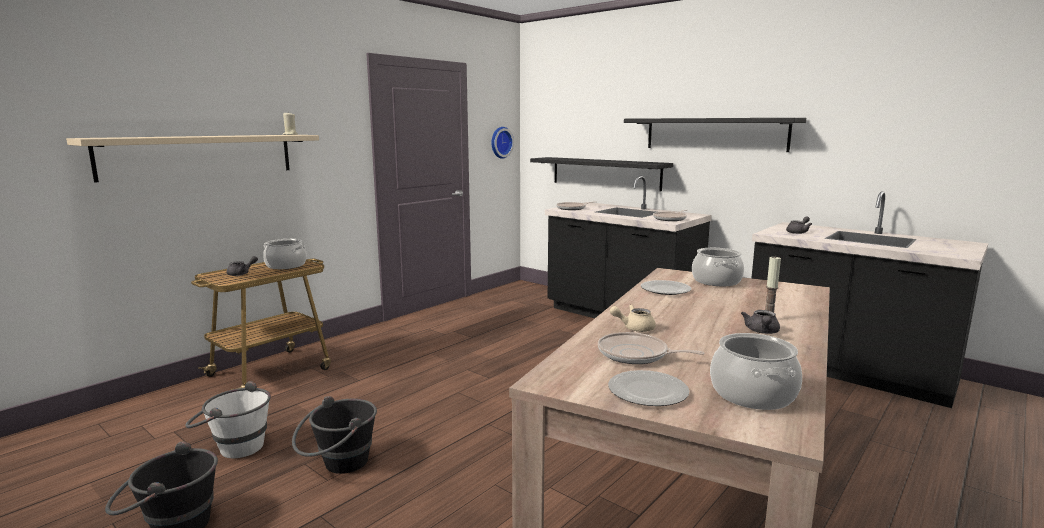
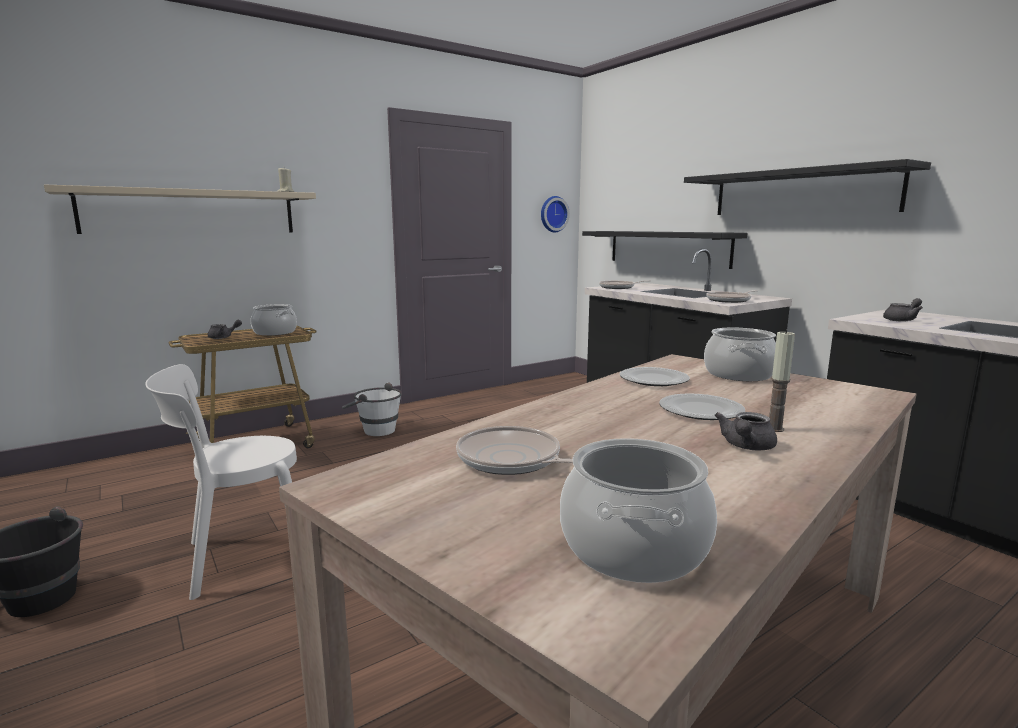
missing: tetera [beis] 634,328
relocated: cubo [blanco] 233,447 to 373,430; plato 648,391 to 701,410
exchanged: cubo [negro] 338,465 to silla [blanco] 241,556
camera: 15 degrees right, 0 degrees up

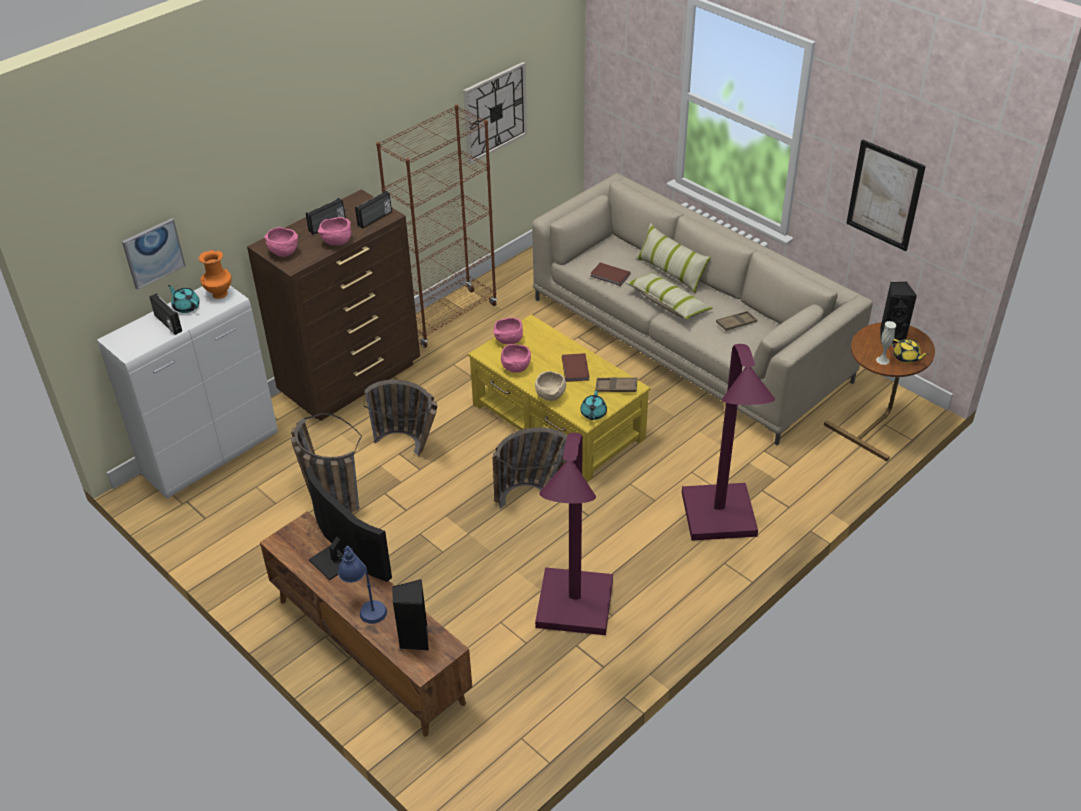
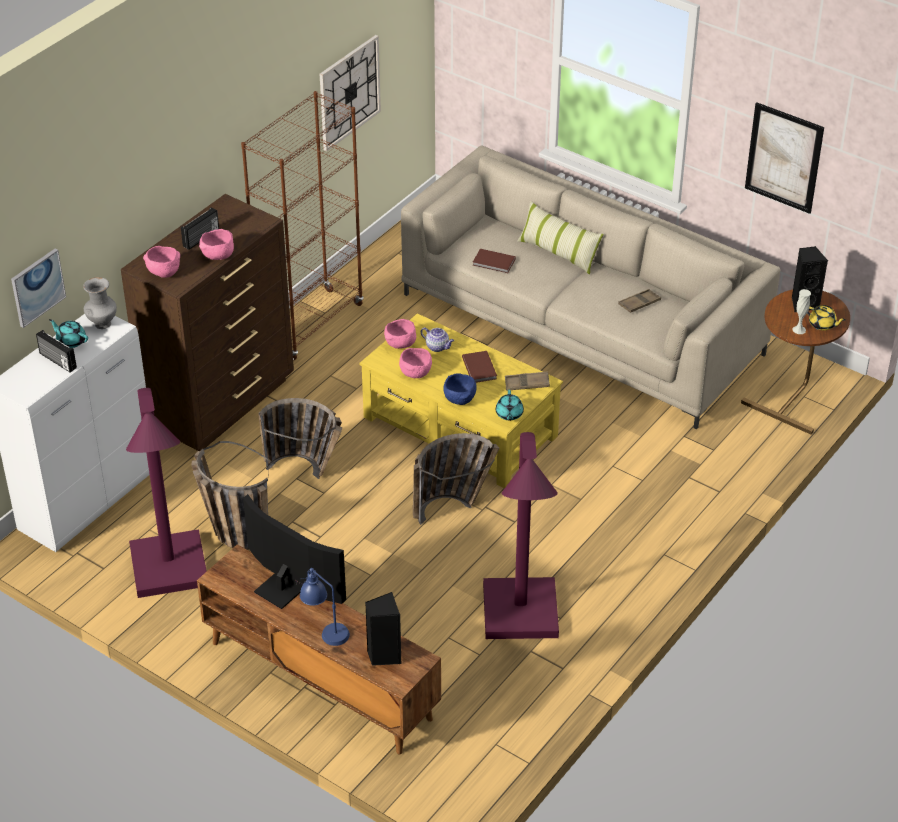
missing: radio 375,219; cojín 668,303
appeared: tetera 438,347
relocated: lámpara de pie [morado] 721,524 to 171,577
colour: florero [naranja] 219,294 to florero [gris] 102,324; cuenco [beis] 551,396 to cuenco [azul] 460,400
camera: 10 degrees left, 0 degrees up

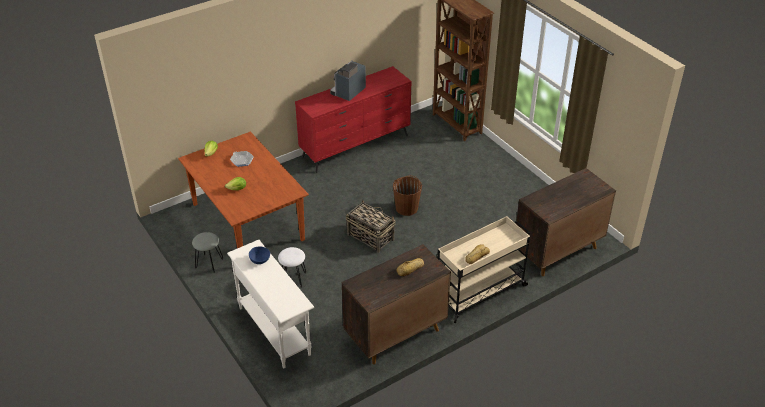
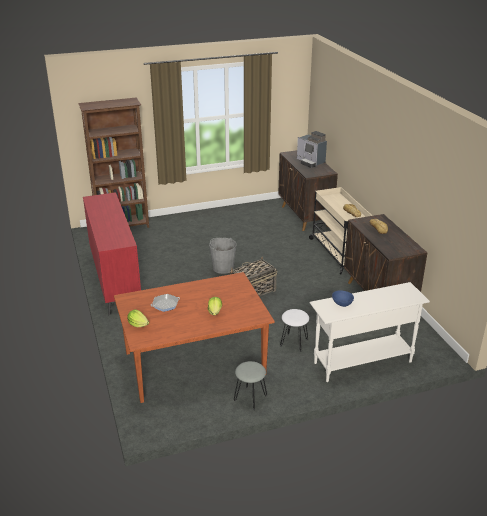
relocated: cafetera 348,92 to 310,162
colour: cubo [marrón] 407,208 to cubo [gris] 223,268
camera: 75 degrees left, 10 degrees down

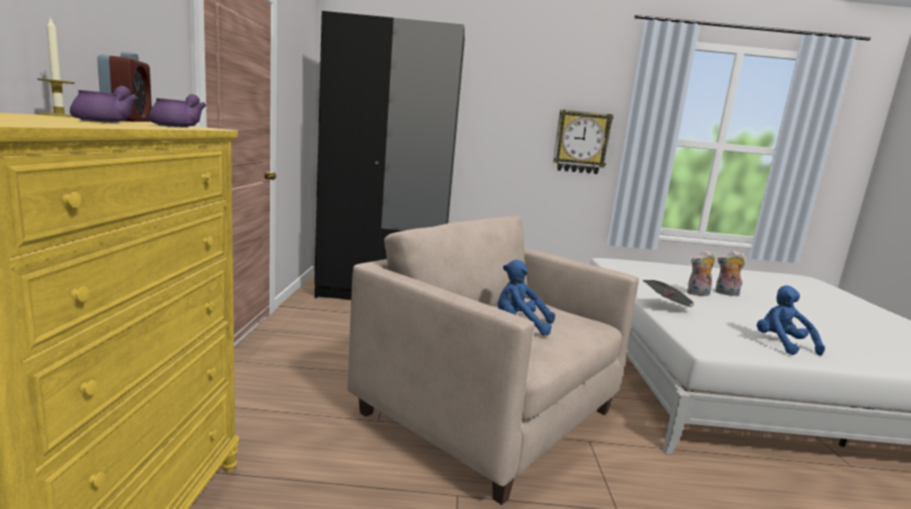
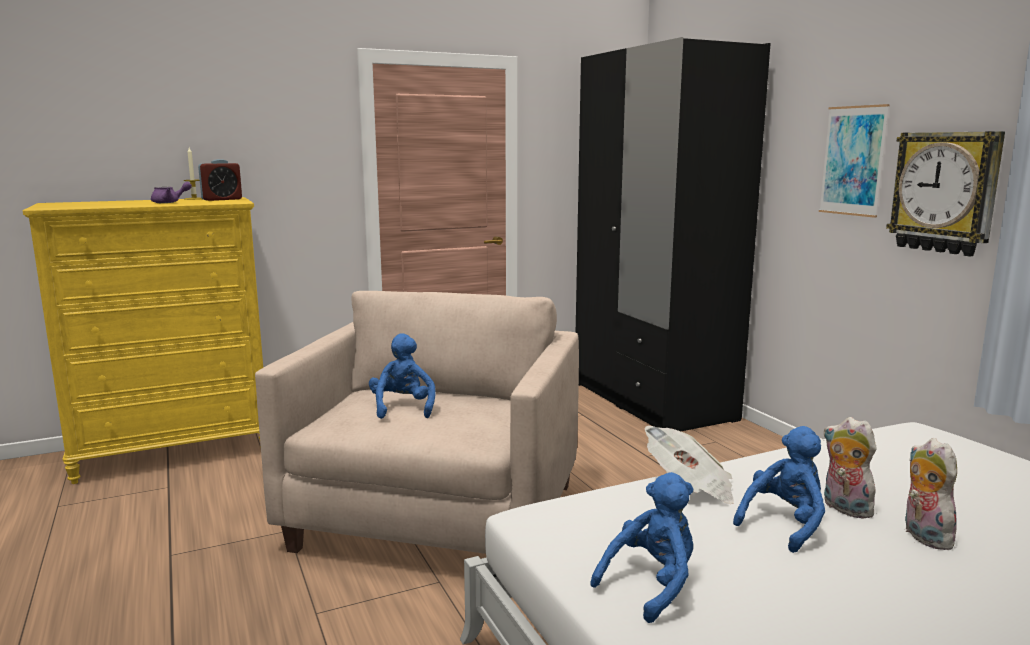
missing: tetera [morado] 179,126
appeared: peluche [azul] 784,524; cuadro 853,161
camera: 65 degrees right, 0 degrees up

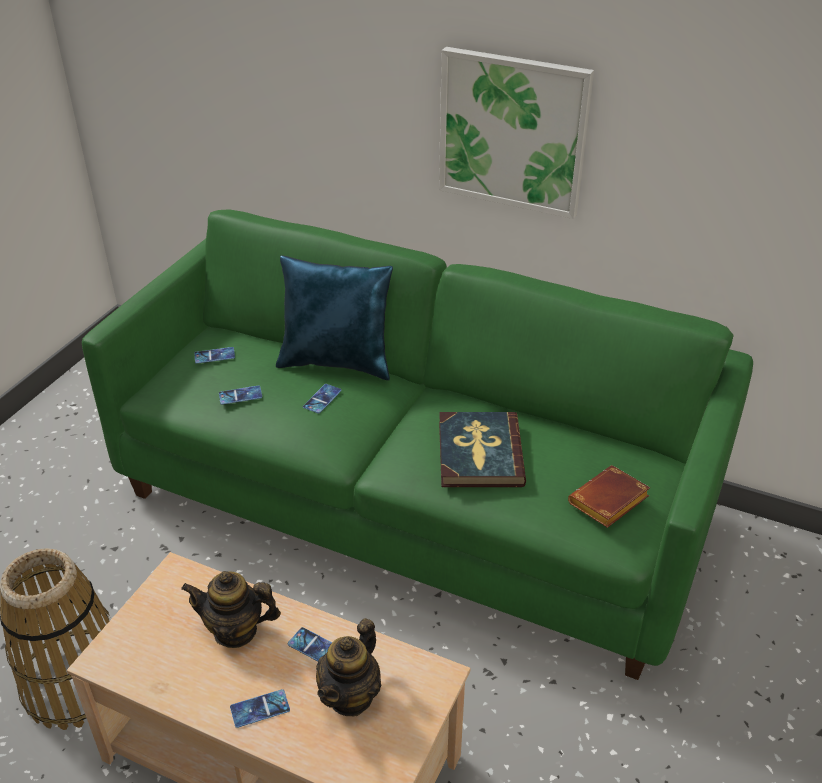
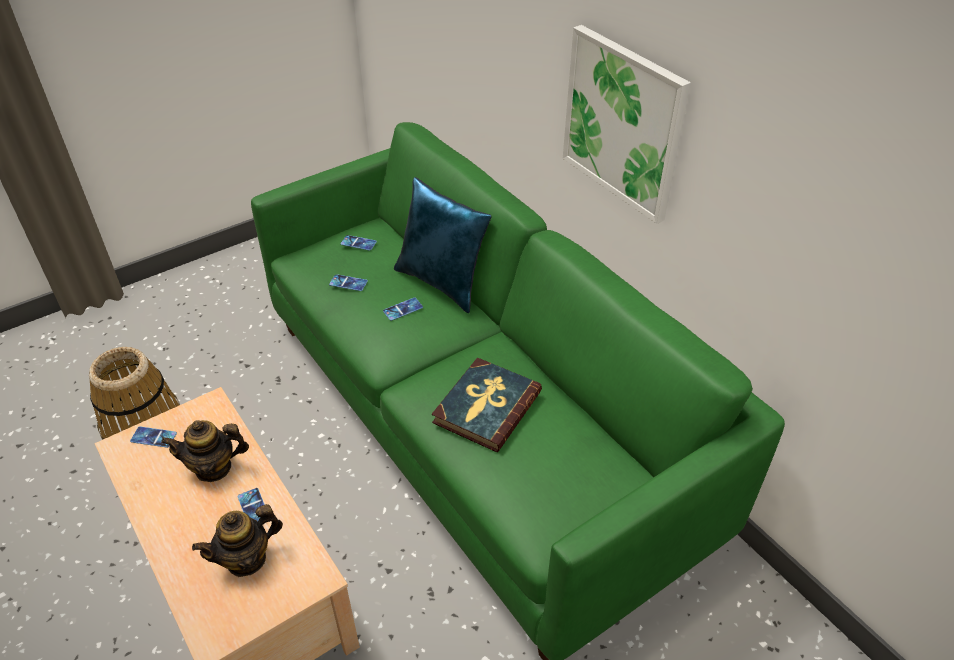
missing: libro [marrón] 608,503
relocated: móvil 260,708 to 153,437
spun: tetera 235,630 = 213,468 45 degrees counterclockwise
camera: 30 degrees right, 5 degrees up

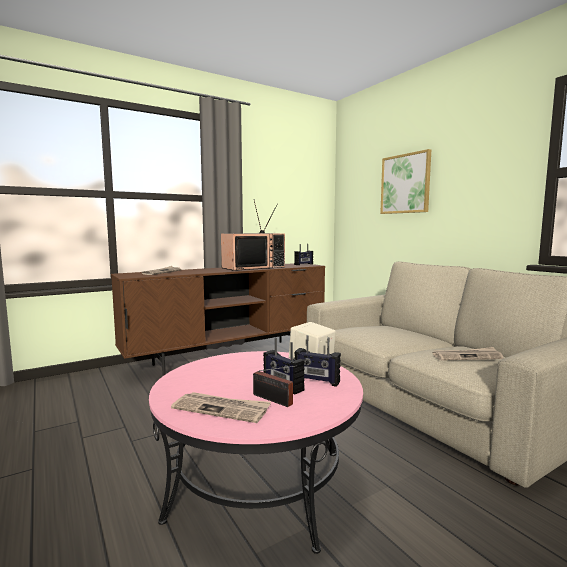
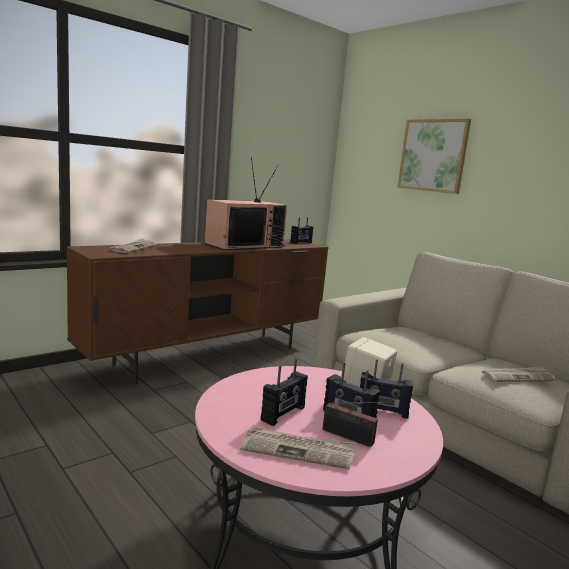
appeared: radio 283,414
camera: 10 degrees left, 5 degrees up

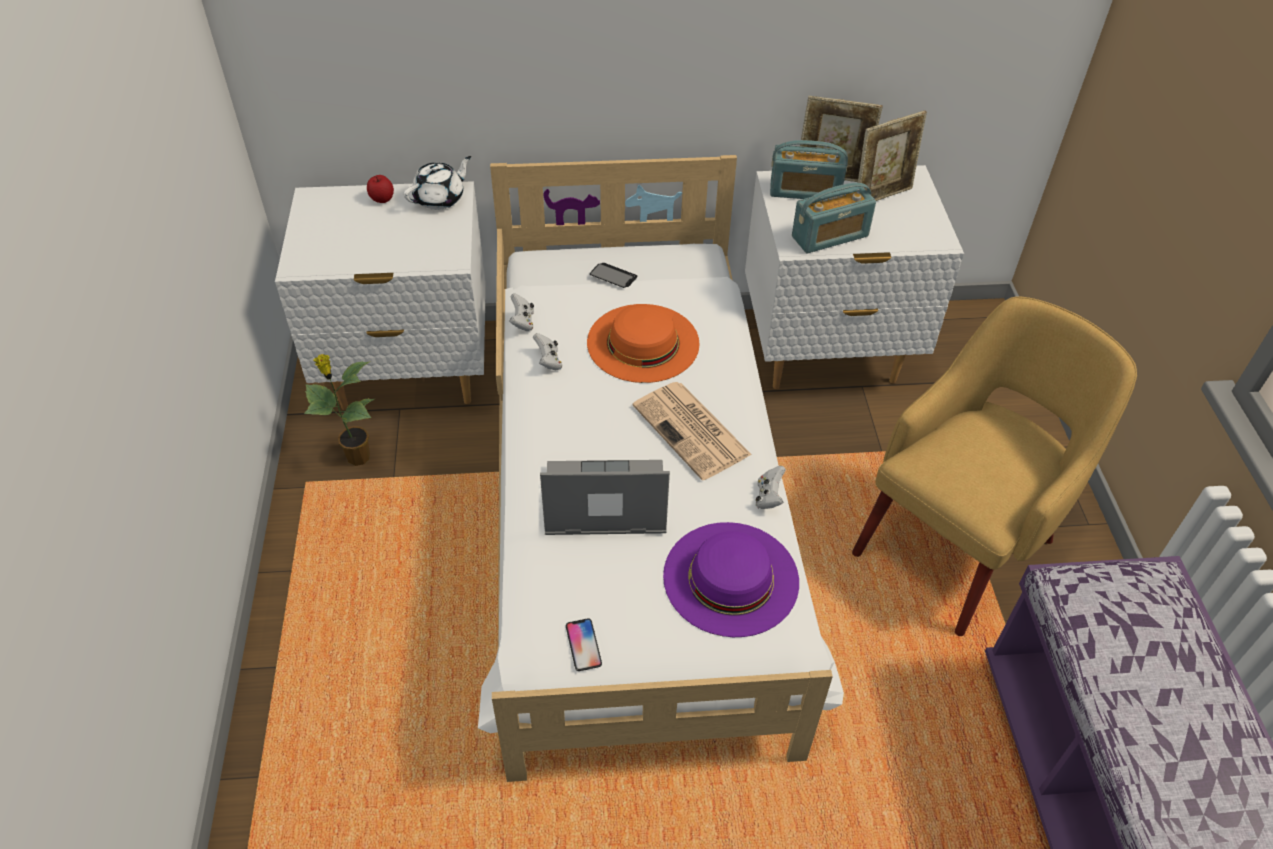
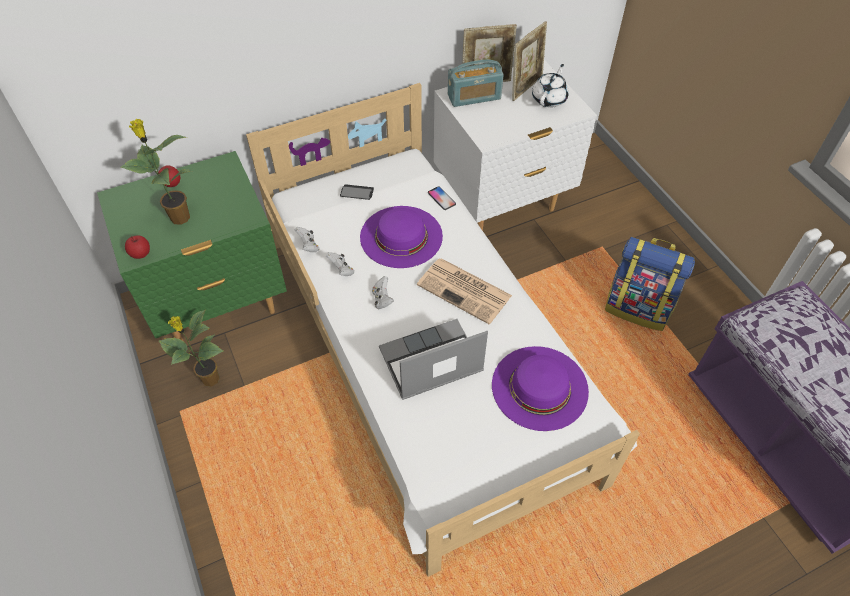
missing: radio 830,236
appeared: planta en maceta 178,217; manzana 140,254
relocated: tetera [blanco] 440,198 to 549,99; móvil 583,645 to 441,198; mando de consola [blanco] 768,497 to 382,299
exchanged: sillón [amarillo] 958,543 to mochila 638,308
colour: mesita de noche [blanco] 409,374 to mesita de noche [verde] 219,304; sombrero [naranja] 643,342 to sombrero [morado] 401,236
camera: 20 degrees left, 5 degrees up

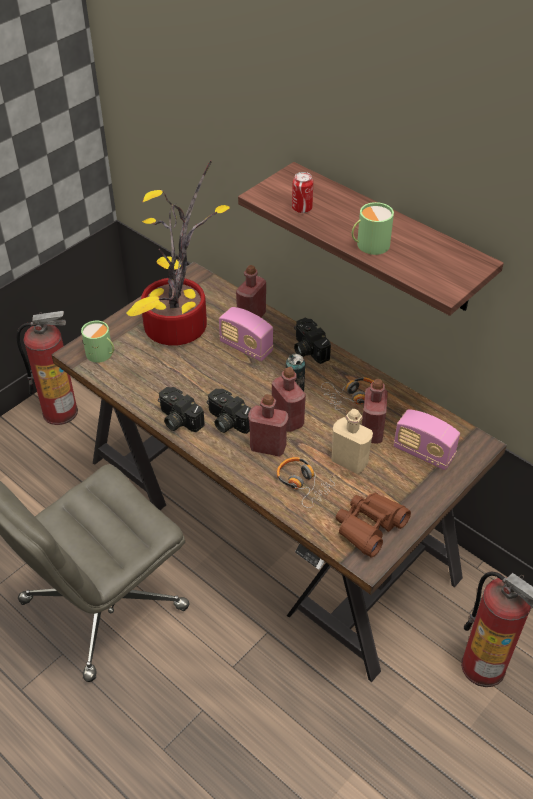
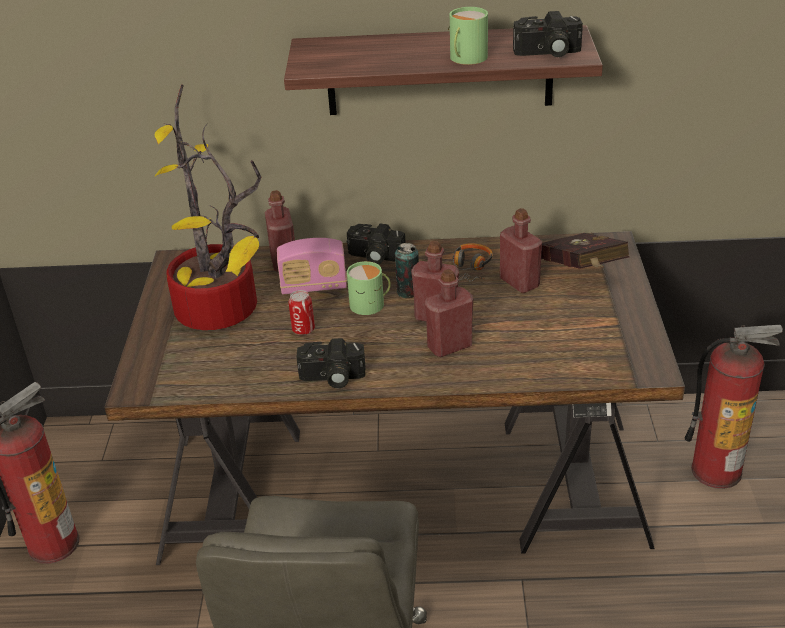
missing: auriculares 304,484; botella [beis] 349,462; prismáticos [marrón] 369,527
relocated: taza grande [verde] 101,354 to 371,304; cámara 227,421 to 547,53; lata 302,208 to 303,329
exchanged: radio 423,453 to libro [rojo] 581,272
camera: 40 degrees left, 10 degrees down

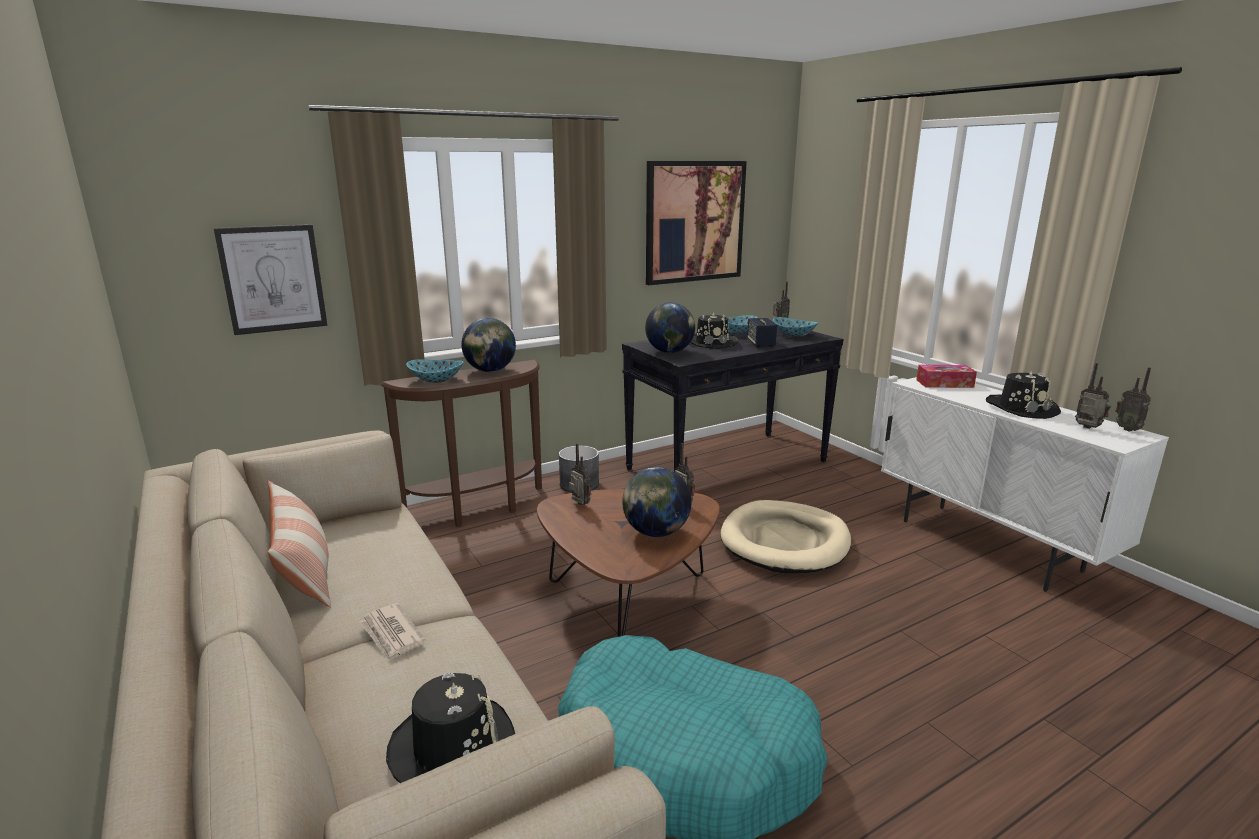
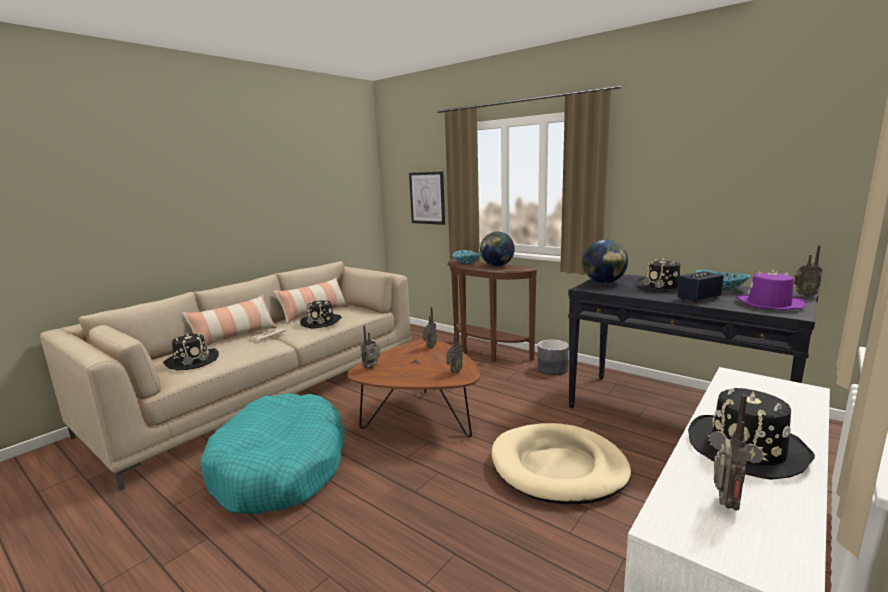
missing: globo terráqueo 656,533; cuadro 694,222; caja de pañuelos 944,383
appeared: cojín 235,337; sombrero [negro] 321,322
relocated: radio 1128,429 to 372,368
exchanged: cuenco 794,335 to sombrero [morado] 769,304
camera: 70 degrees right, 5 degrees down

